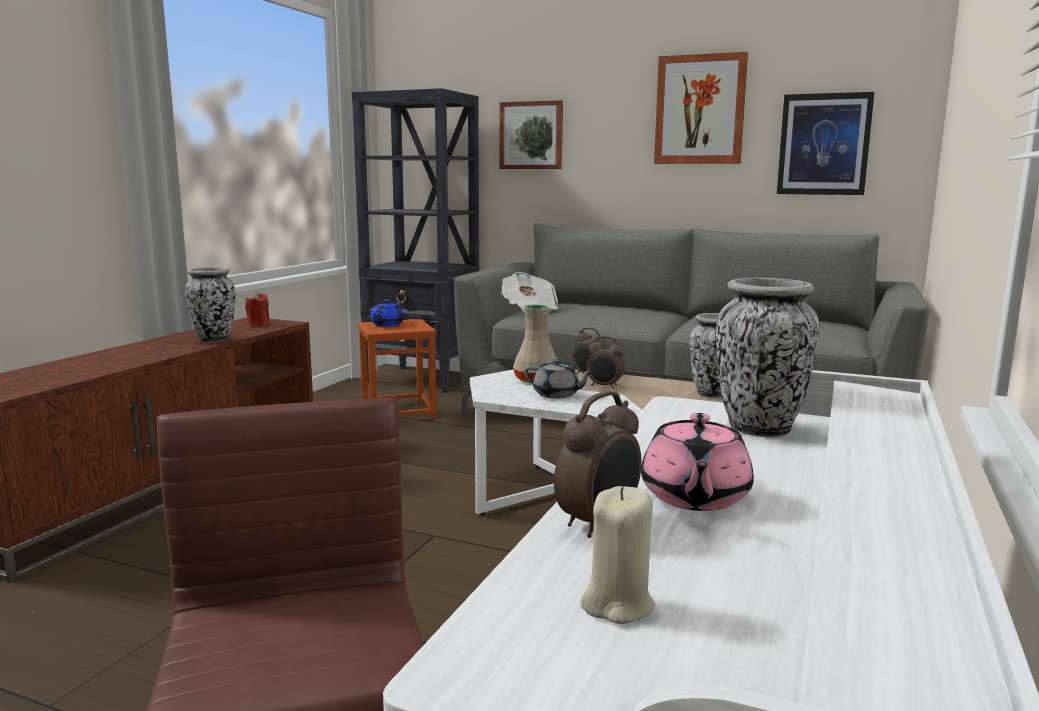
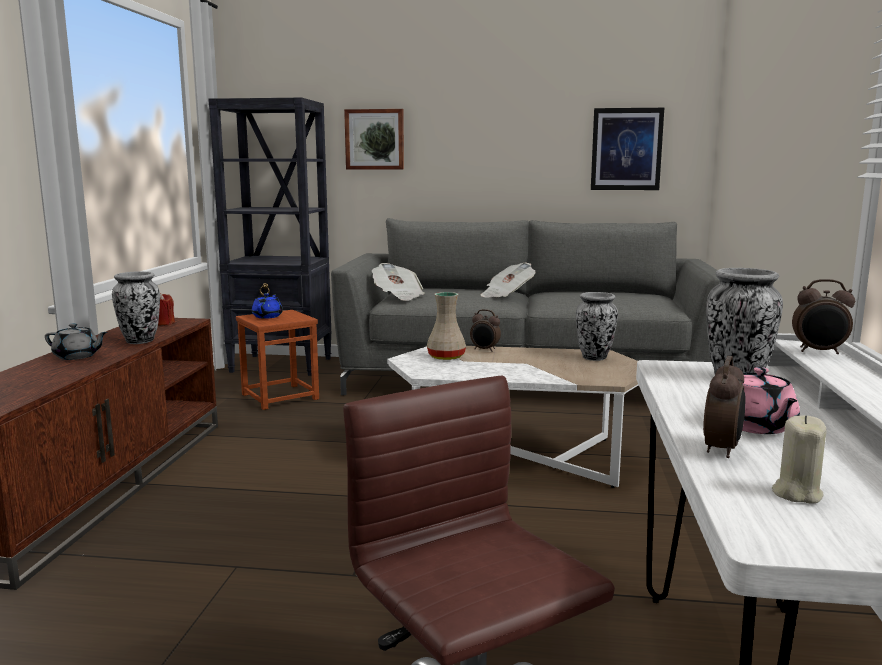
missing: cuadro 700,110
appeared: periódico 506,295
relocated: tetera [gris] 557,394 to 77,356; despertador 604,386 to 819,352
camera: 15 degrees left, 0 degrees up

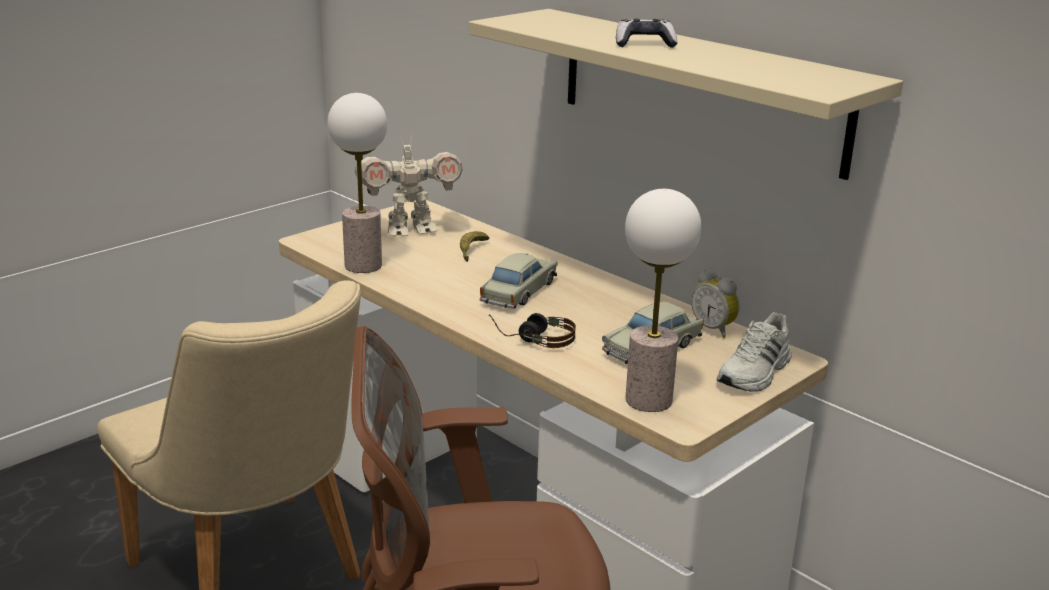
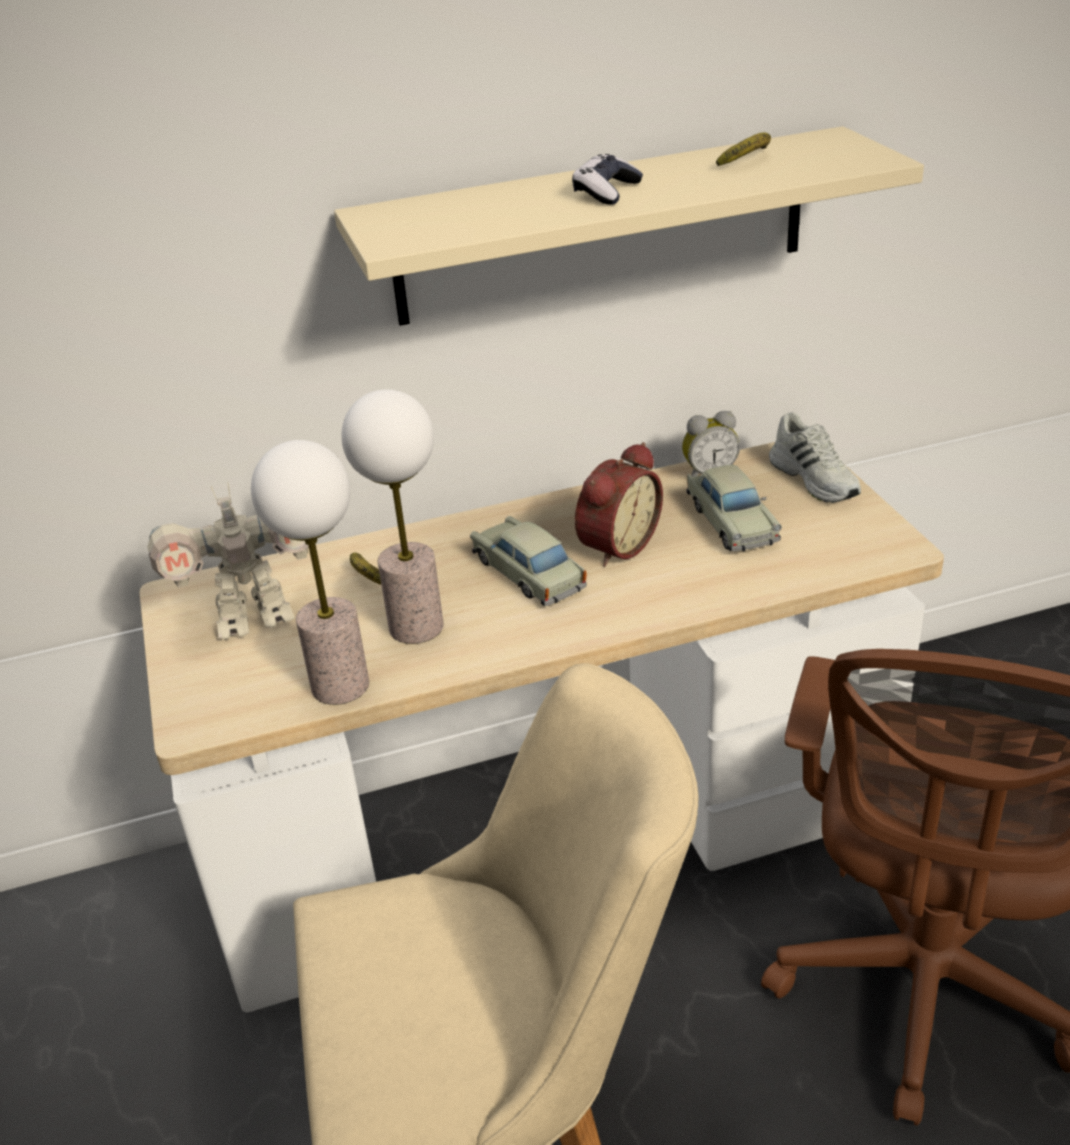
missing: auriculares 533,338
appeared: despertador 615,545; plátano 749,160
relocated: lámpara de mesa 649,400 to 417,627
spun: robot de juguete 410,230 = 253,618 60 degrees clockwise
camera: 60 degrees left, 10 degrees up

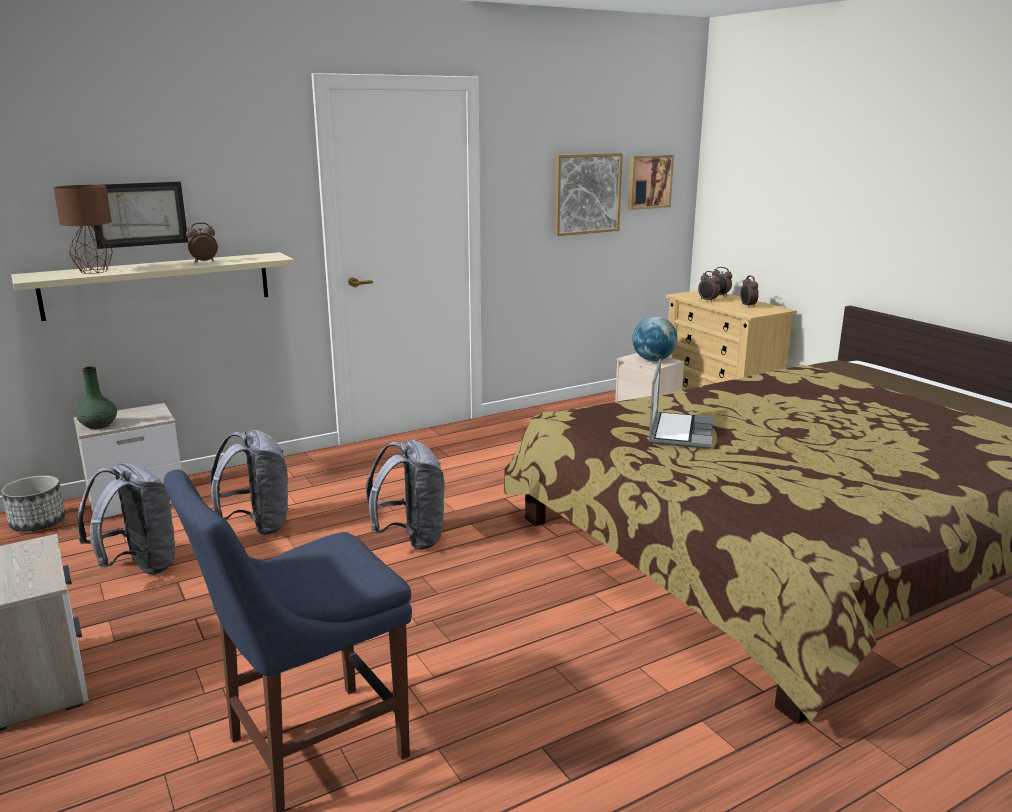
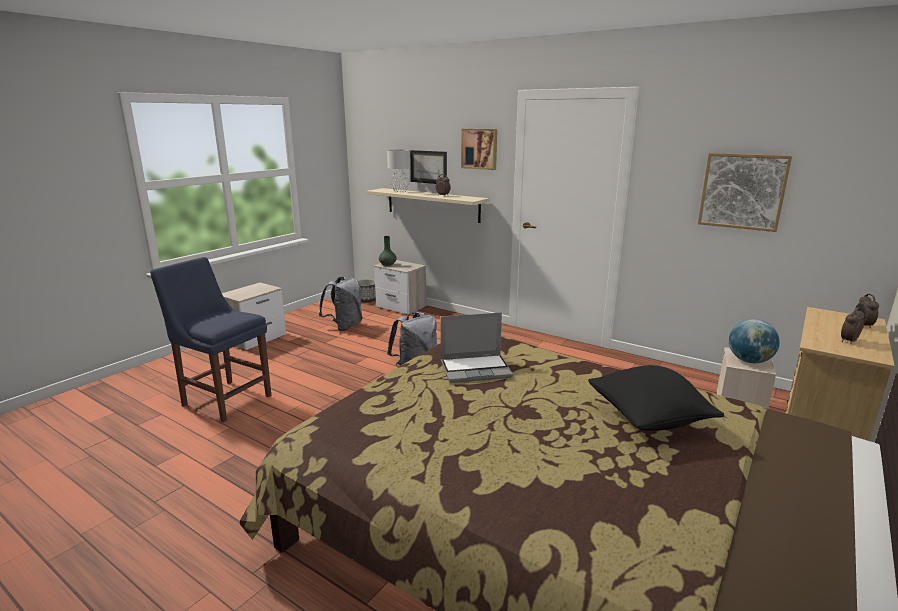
missing: mochila [gris] 257,526; despertador 707,301
appeared: cojín [negro] 648,420
relocated: cuadro 648,182 to 480,149
colour: lámpara de mesa [marrón] 94,271 to lámpara de mesa [gris] 400,191
camera: 65 degrees right, 0 degrees up

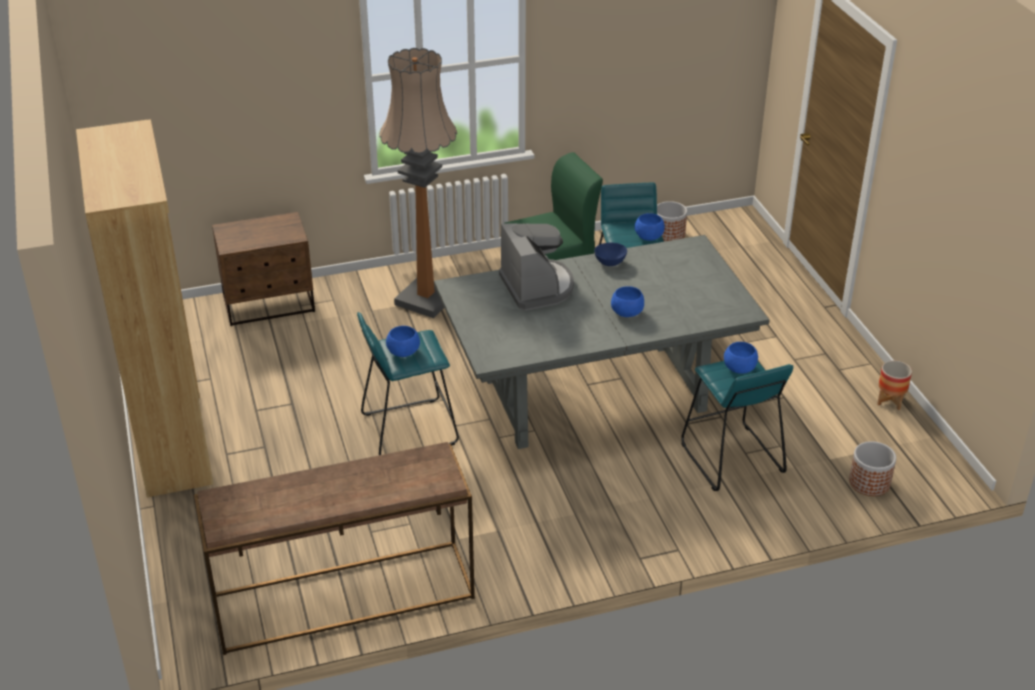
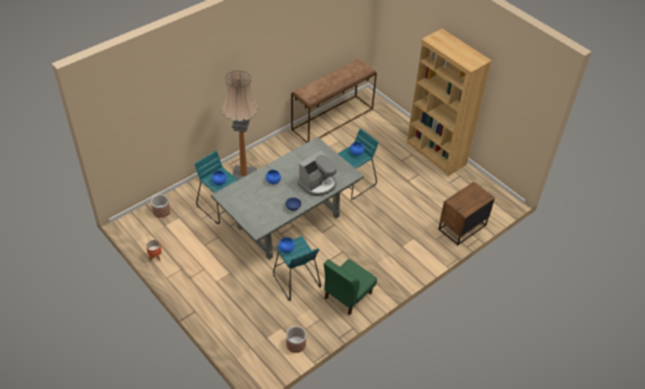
relocated: lámpara de pie 426,299 to 244,176
spun: cafetera 537,287 = 318,184 90 degrees counterclockwise
camera: 155 degrees right, 10 degrees up

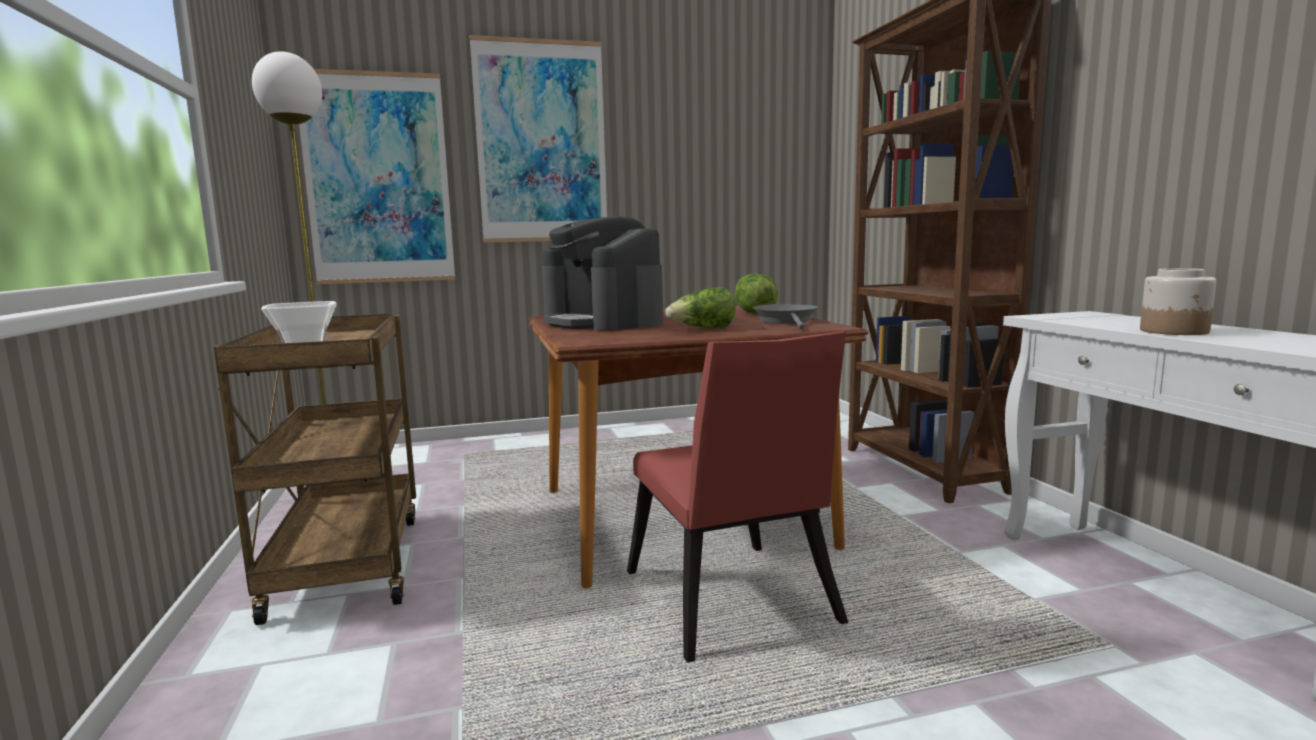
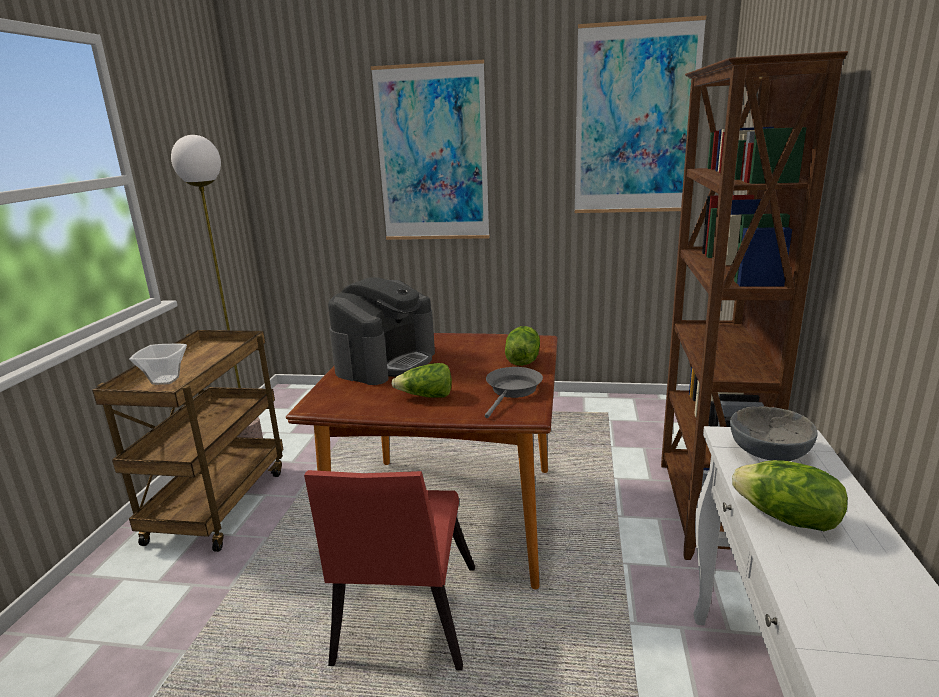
appeared: cuenco [gris] 767,452
relocated: cuadro 378,179 to 635,120
exchanged: tarro 1174,331 to lechuga 787,519
spun: cafetera 603,322 = 386,362 135 degrees counterclockwise
camera: 25 degrees right, 10 degrees up

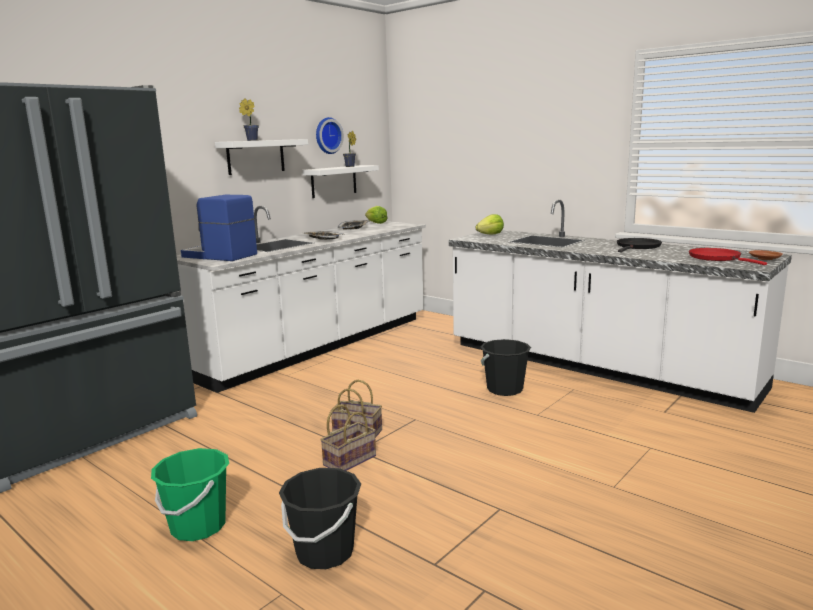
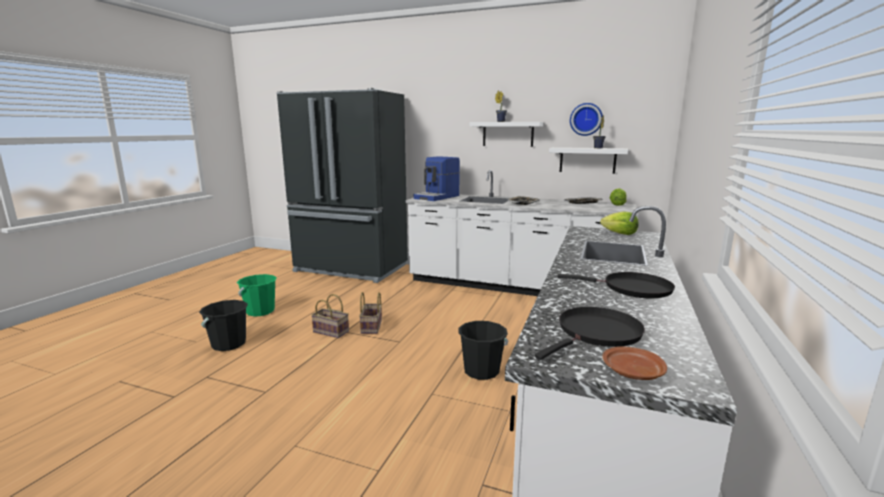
colour: sartén [rojo] 717,258 to sartén [negro] 596,333
spun: cafetera 219,256 = 437,197 150 degrees counterclockwise
camera: 70 degrees right, 0 degrees up

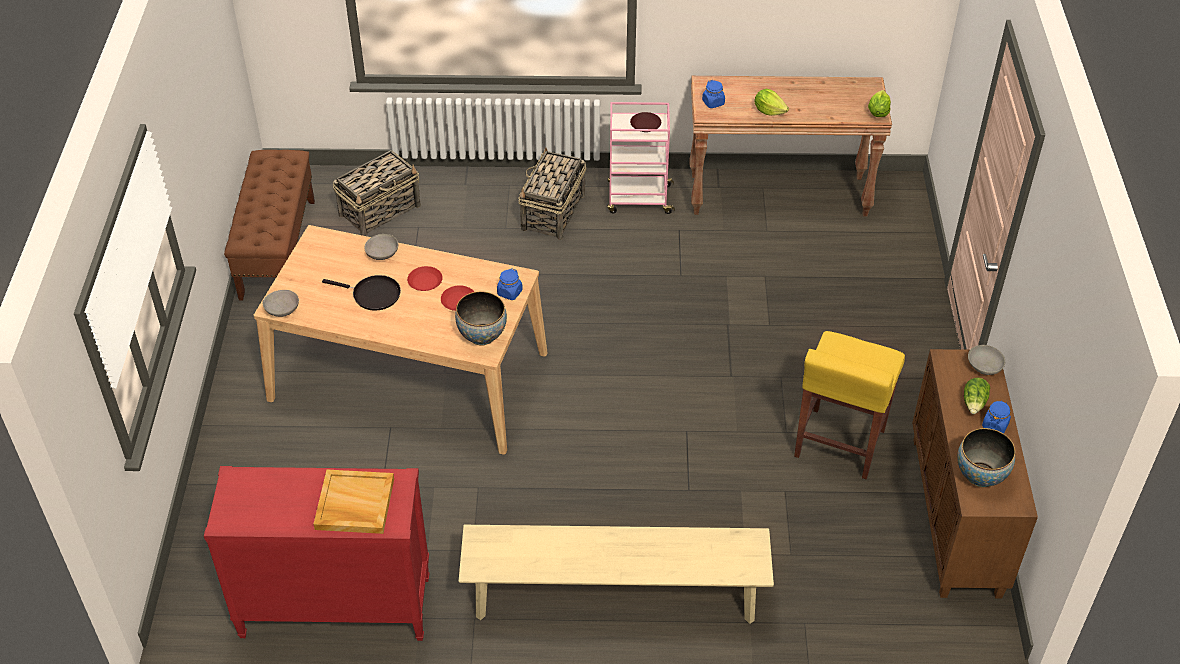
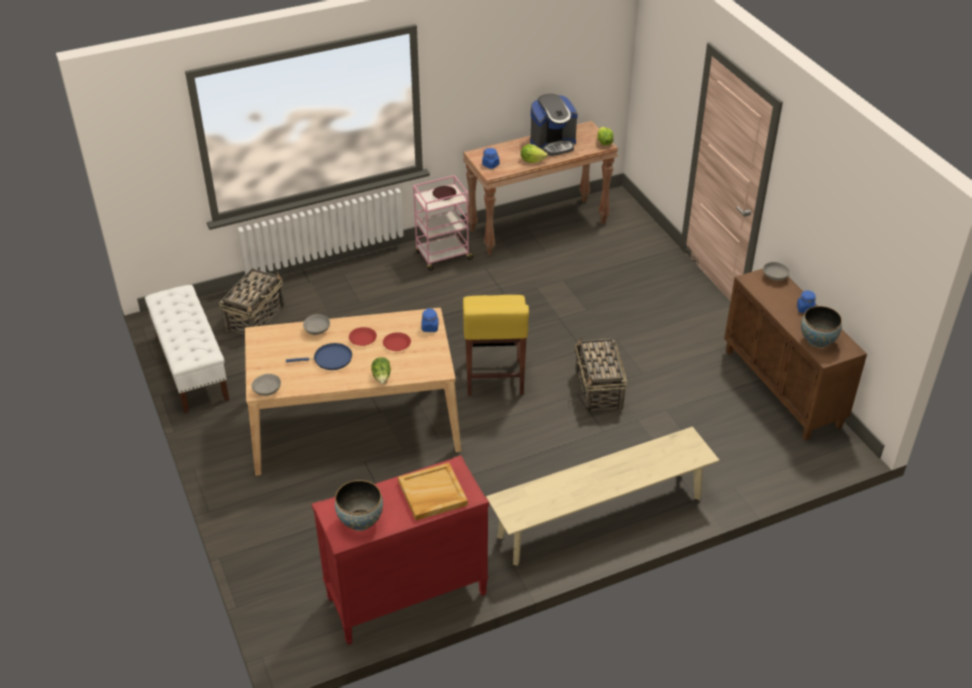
appeared: cafetera 553,144
relocated: cuenco 482,335 to 360,521; cesta 552,213 to 598,391; taburete [amarillo] 839,444 to 494,378; lechuga 974,403 to 382,377
colour: banco [marrón] 277,248 to banco [blanco] 191,367; sartén [negro] 373,295 to sartén [azul] 330,359
camera: 25 degrees left, 5 degrees down

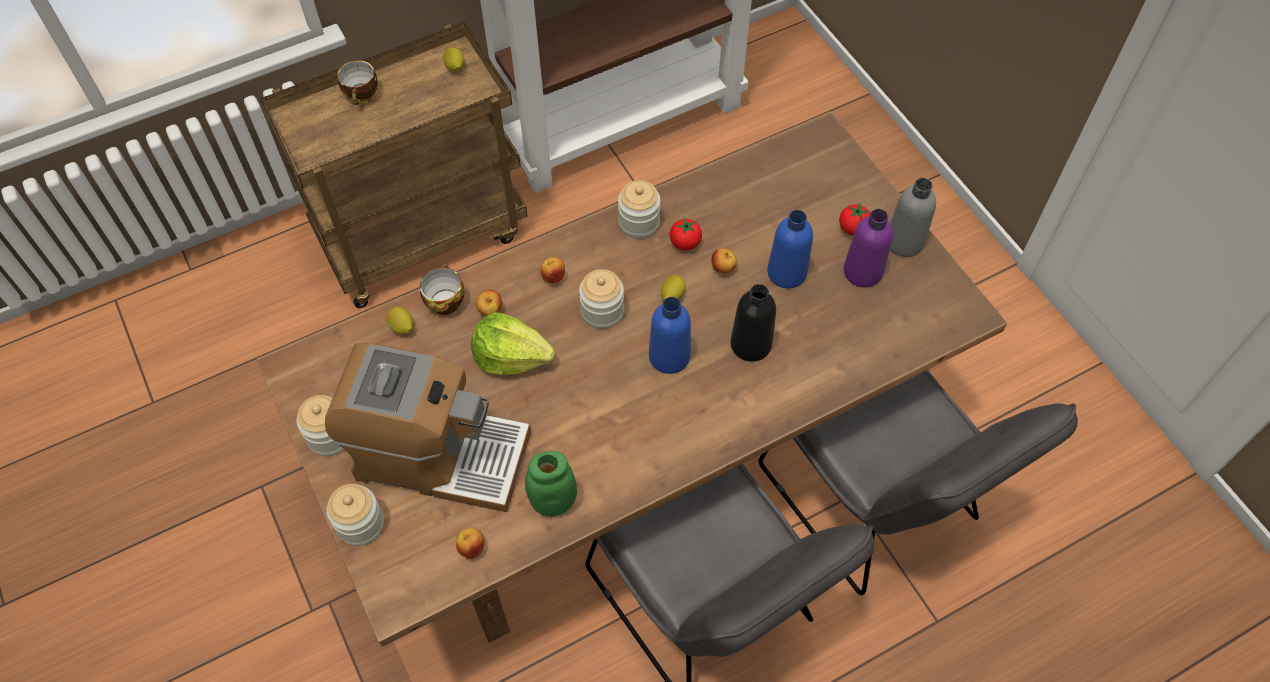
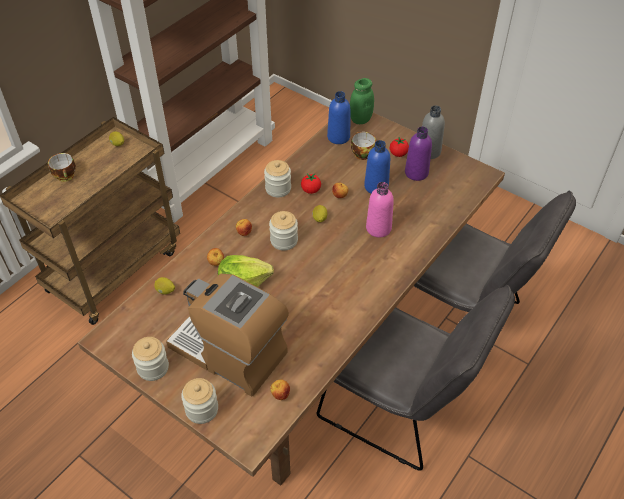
relocated: taza 444,300 to 361,153; tarro [verde] 553,501 to 360,119; botella [azul] 669,356 to 338,137
colour: botella [negro] 750,344 to botella [rosa] 378,228
spun: cafetera 439,454 = 230,351 135 degrees counterclockwise
camera: 25 degrees left, 10 degrees down

